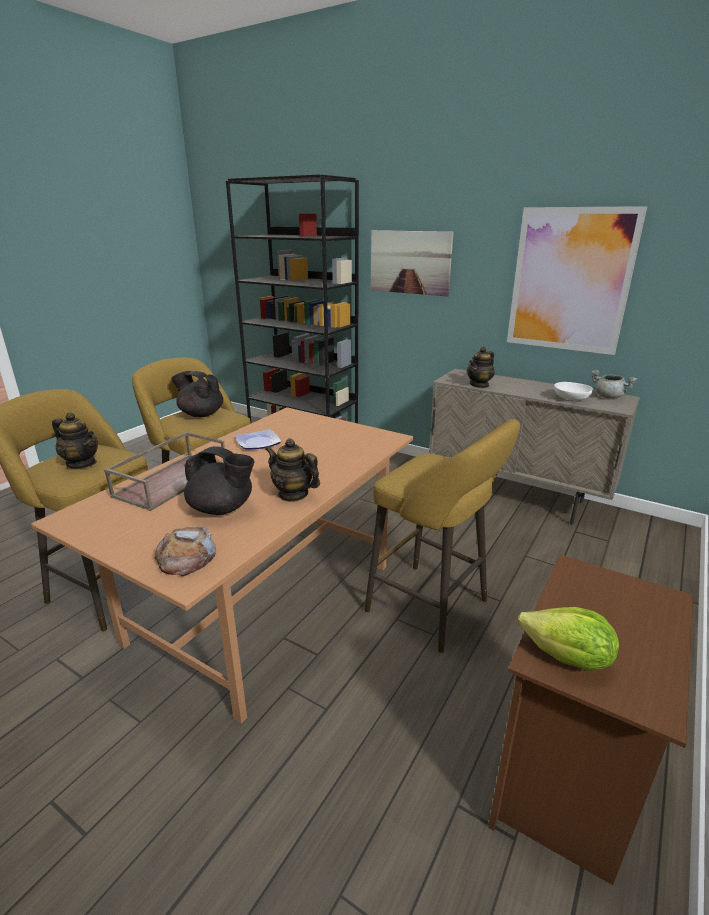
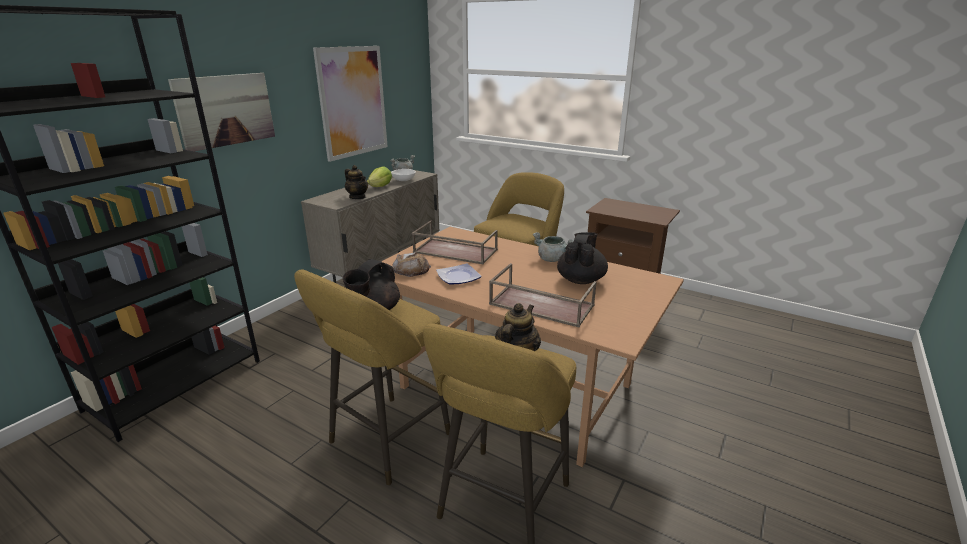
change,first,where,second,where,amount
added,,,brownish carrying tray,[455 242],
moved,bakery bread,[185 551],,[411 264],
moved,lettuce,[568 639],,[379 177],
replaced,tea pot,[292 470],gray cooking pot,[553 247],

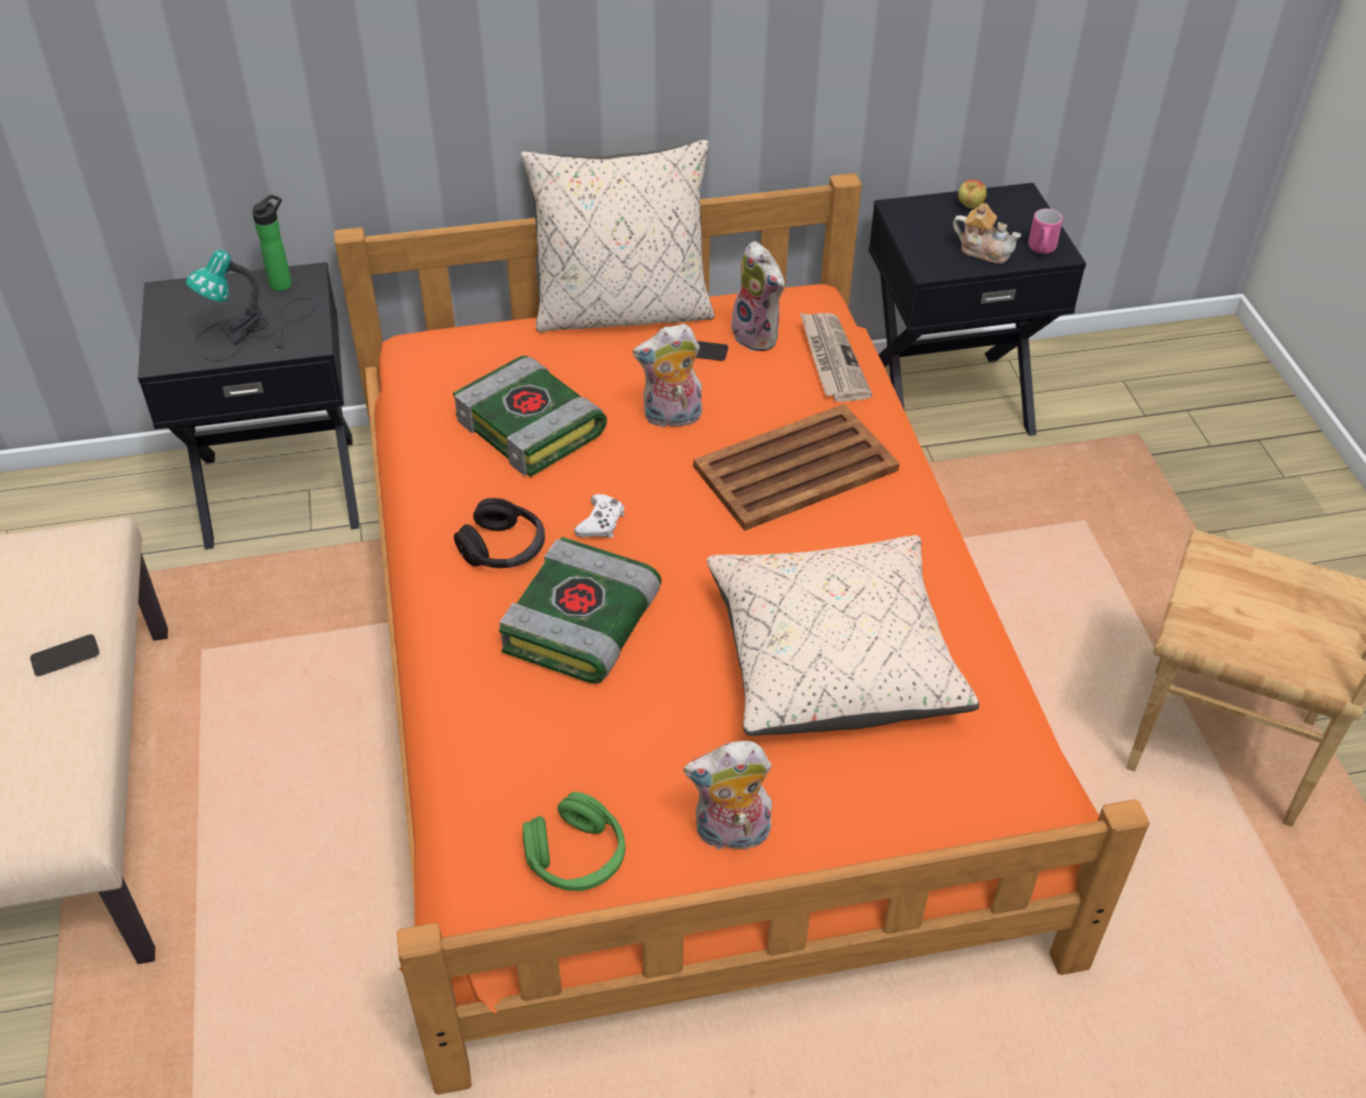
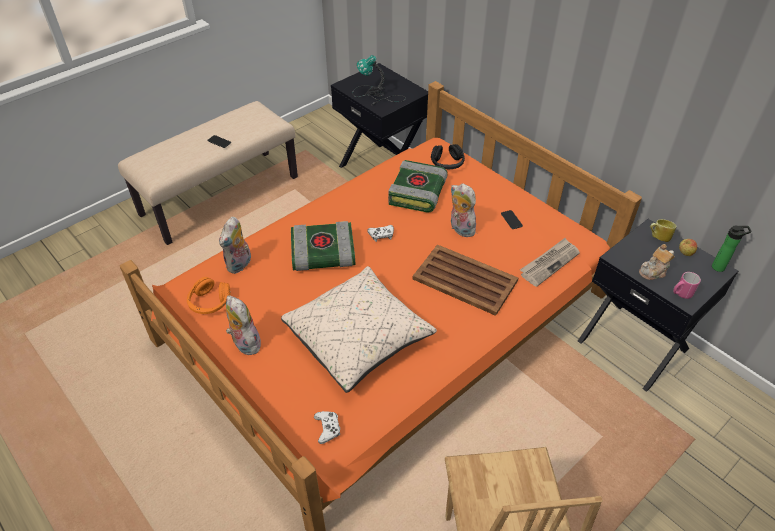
change,first,where,second,where,amount
removed,sand-coloured pillow,[617 236],,,
added,,,white-coloured joypad,[327 427],
added,,,mug,[663 230],
moved,drink bottle,[272 242],,[732 248],
moved,black-coloured headset,[499 533],,[448 156],
moved,plush toy,[758 296],,[235 245],
recoloured,green-coloured headset,[574 841],orange-coloured headset,[209 295],
turned,tea pot,[987 233],,[657 262],60 degrees clockwise

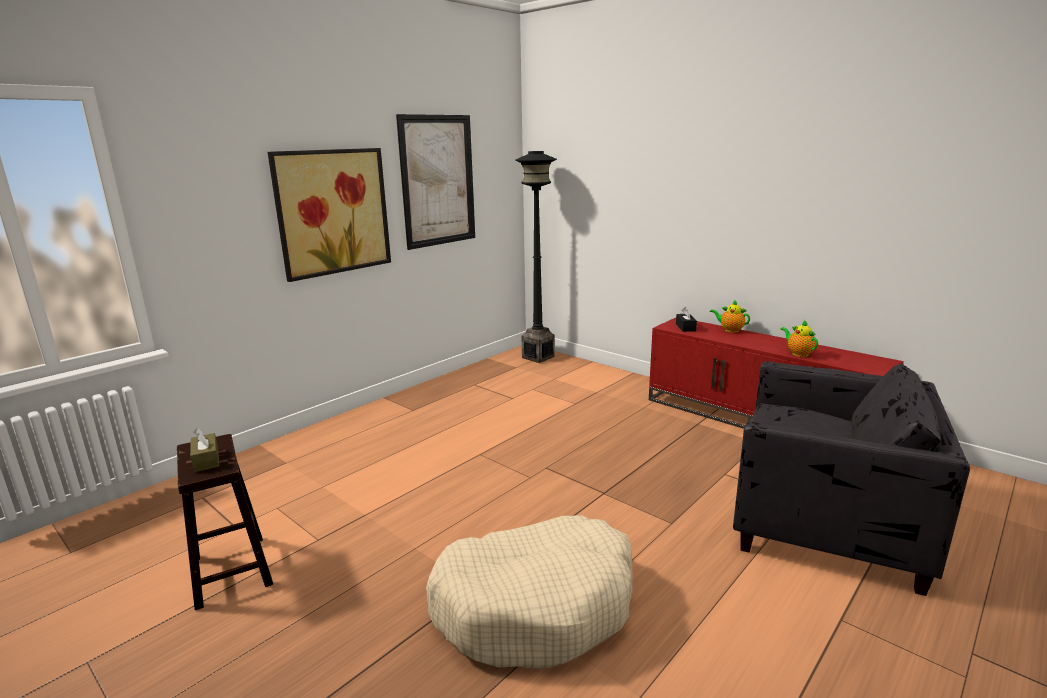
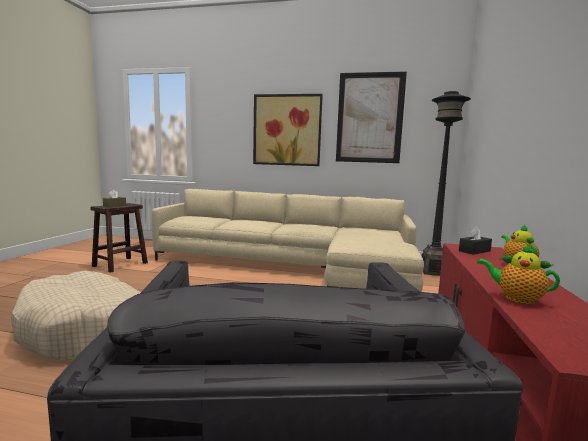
change,first,where,second,where,amount
added,,,sand-coloured couch,[288 240],
turned,tea pot,[799 338],,[518 274],90 degrees counterclockwise

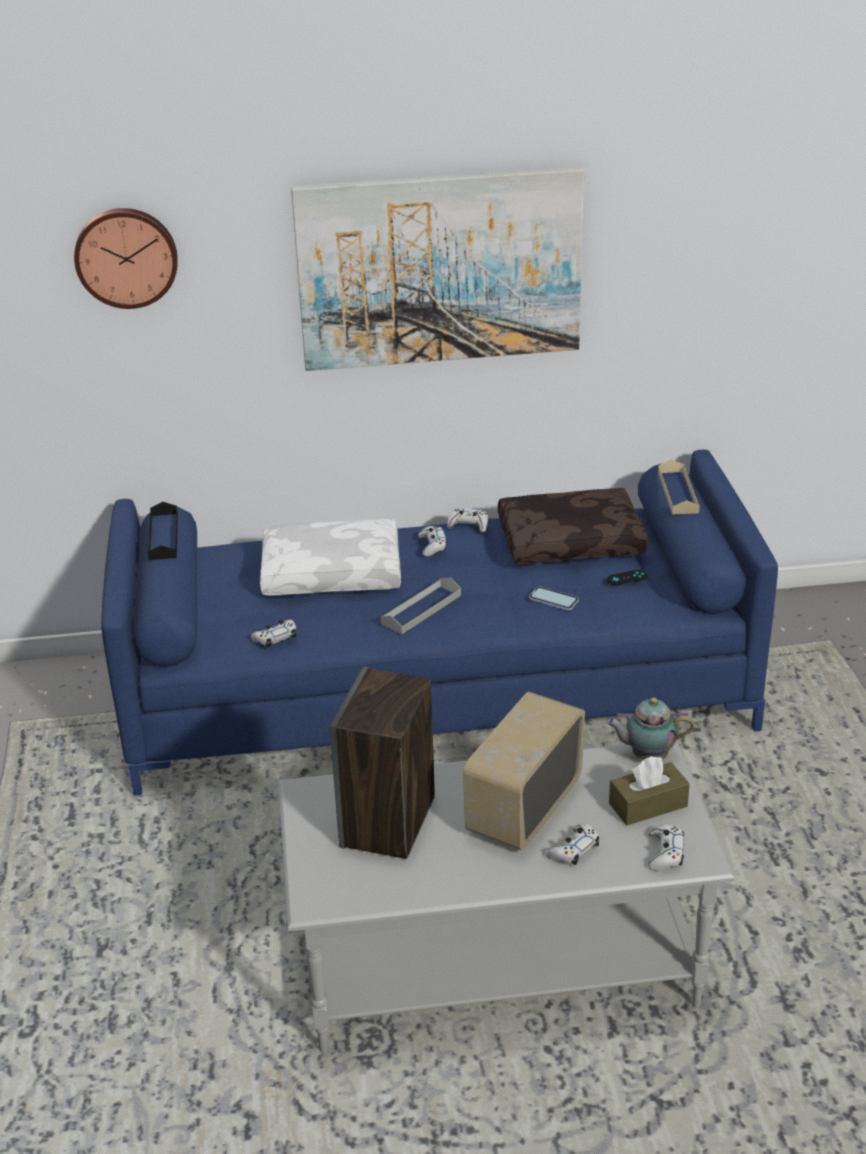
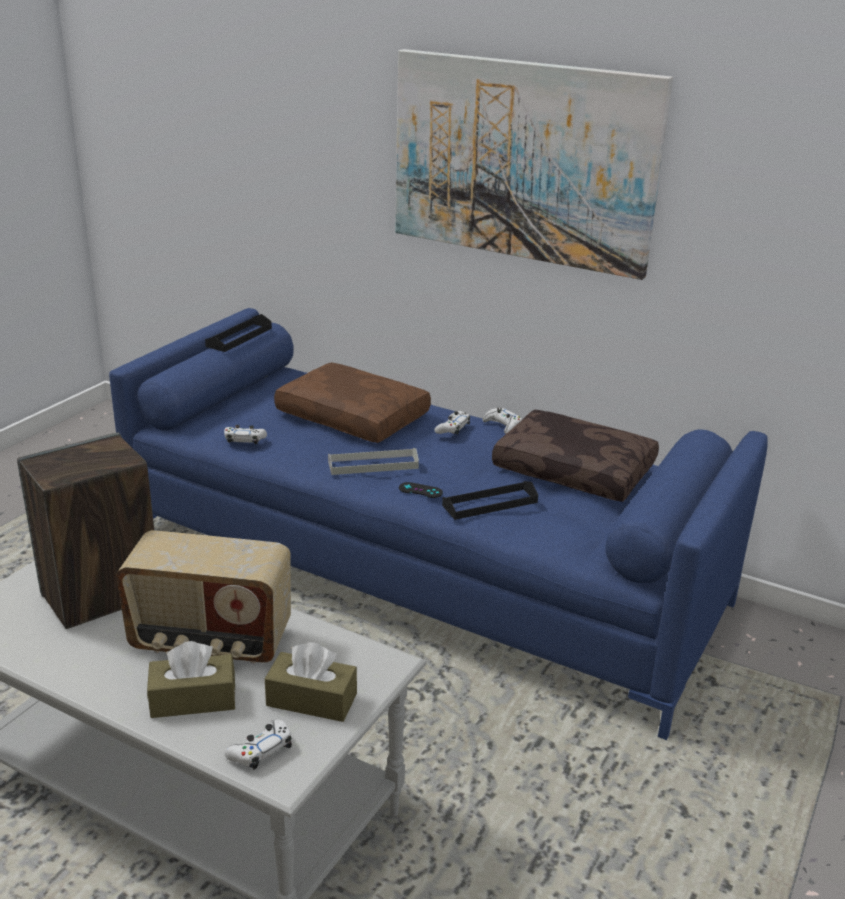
change,first,where,second,where,amount
removed,wall clock,[126 258],,,
removed,tea pot,[650 728],,,
removed,sand-coloured carrying tray,[679 487],,,
moved,black-coloured joypad,[627 578],,[421 490],
replaced,phone,[554 598],black-coloured carrying tray,[490 500],
replaced,white-coloured joypad,[572 844],brownish tissue holder,[191 679],
recoloured,white-coloured pillow,[330 557],brownish pillow,[352 403],
turned,radio receiver,[524 771],,[203 597],150 degrees counterclockwise

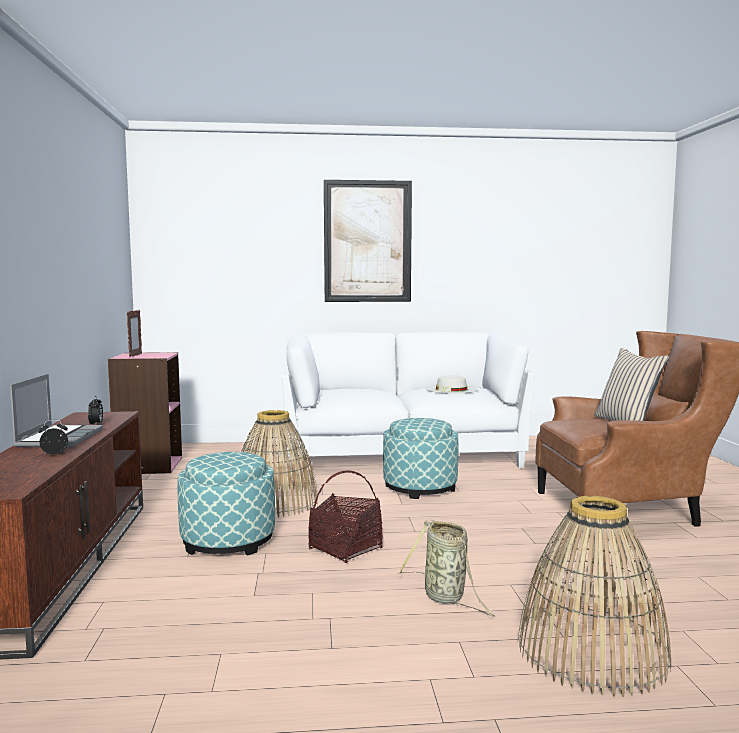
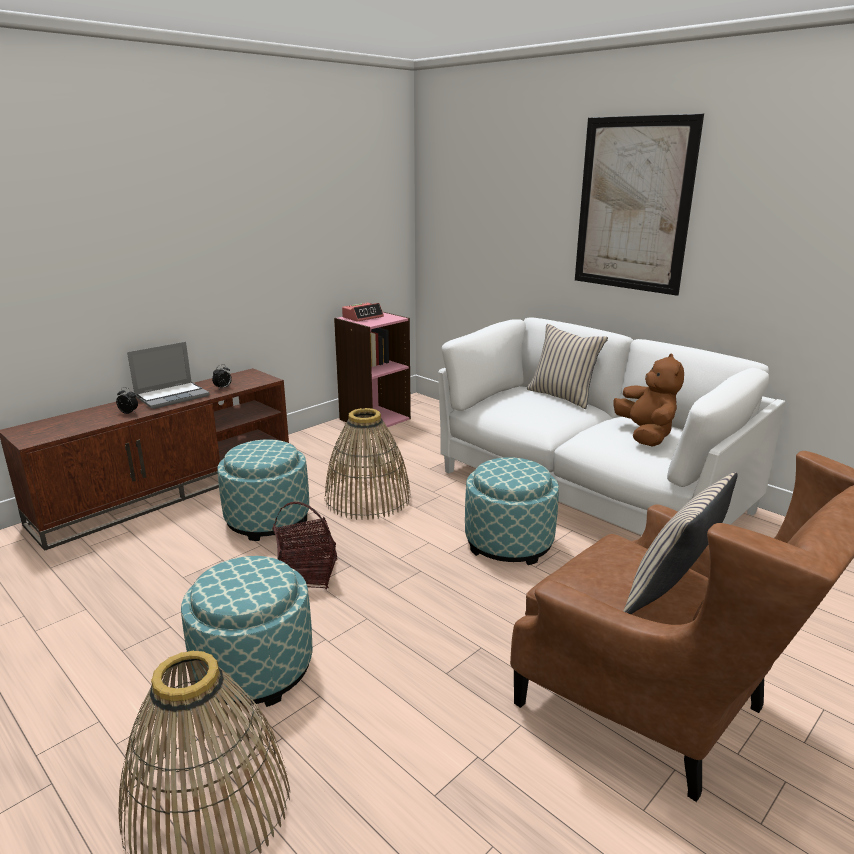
change,first,where,second,where,amount
added,,,sand-coloured pillow,[567 366],
replaced,standing frame,[134 334],table clock,[363 312],
replaced,household basket,[446 567],ottoman,[246 631],
replaced,white-coloured clothing hat,[451 384],brownish plush toy,[648 400],

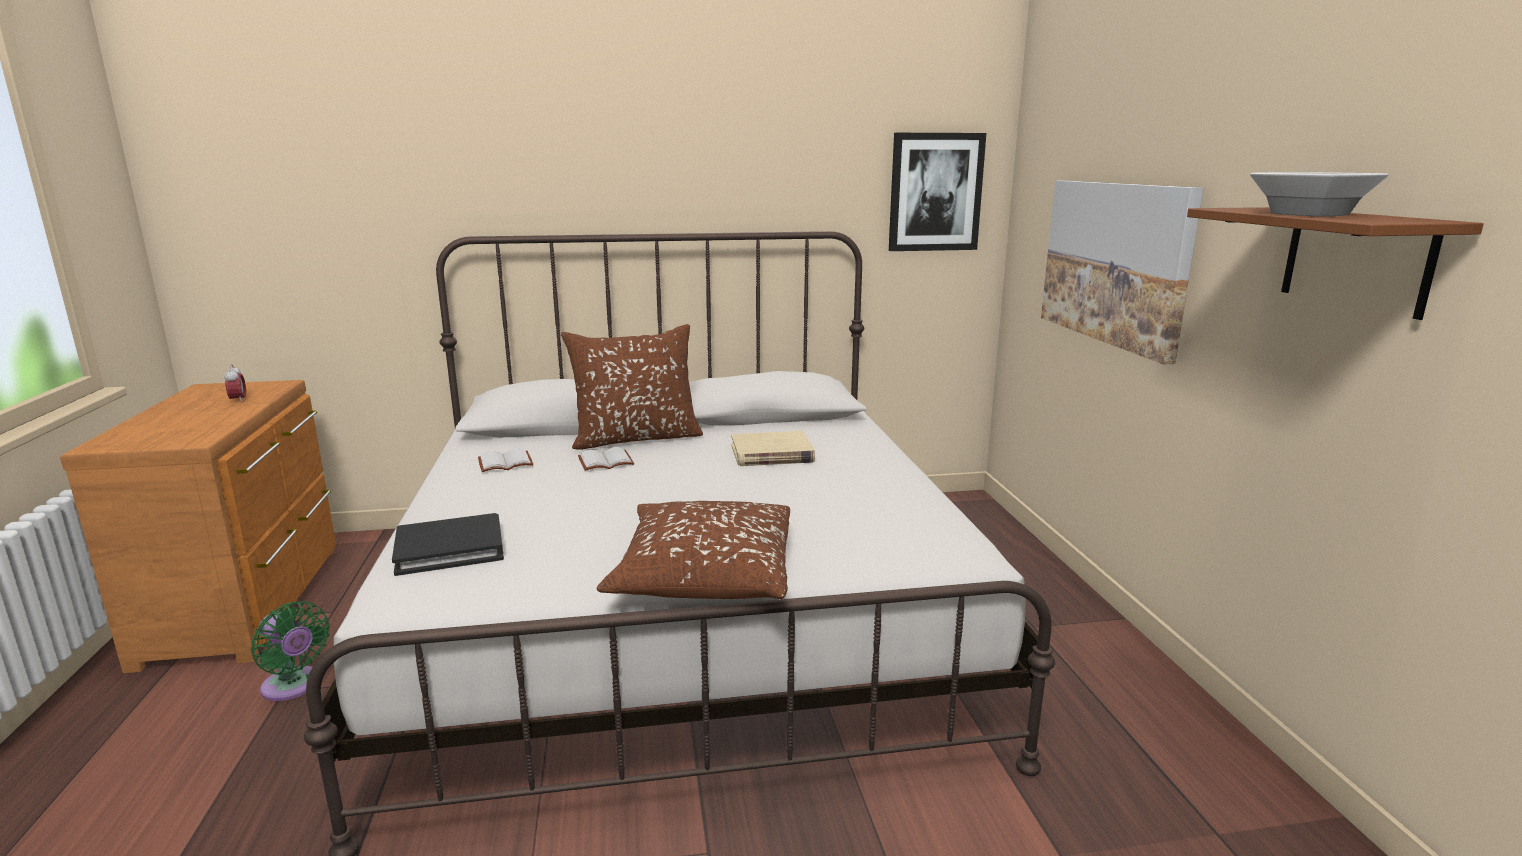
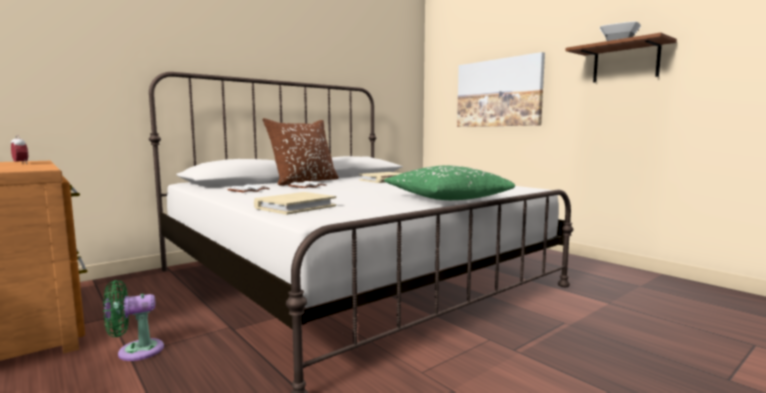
change,first,where,second,where,amount
removed,wall art,[937 192],,,
recoloured,black-coloured volume,[448 544],sand-coloured volume,[295 203],
recoloured,brownish pillow,[693 550],green-coloured pillow,[449 182],
turned,green-coloured electric fan,[290 651],,[133 320],150 degrees clockwise

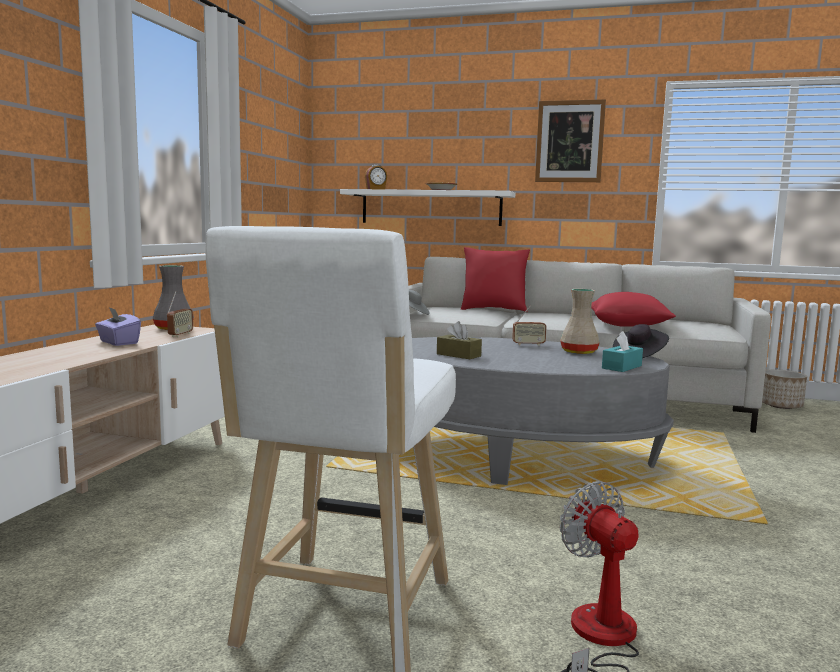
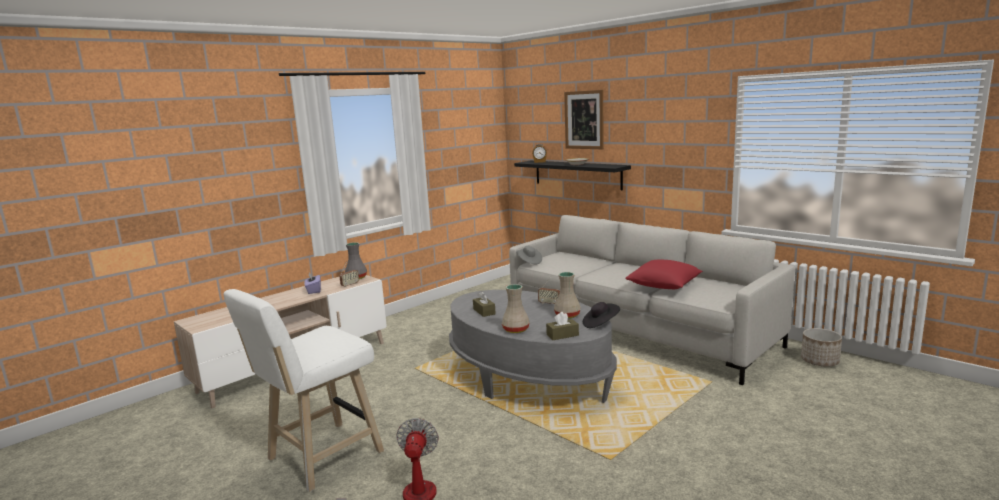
change,first,where,second,where,amount
removed,reddish pillow,[495 279],,,
added,,,sand-coloured vase,[516 308],
moved,wall art,[570 140],,[584 119],
recoloured,white-coloured wall shelf,[427 207],black-coloured wall shelf,[572 175],
recoloured,blue-green tissue holder,[622 351],brownish tissue holder,[562 326],

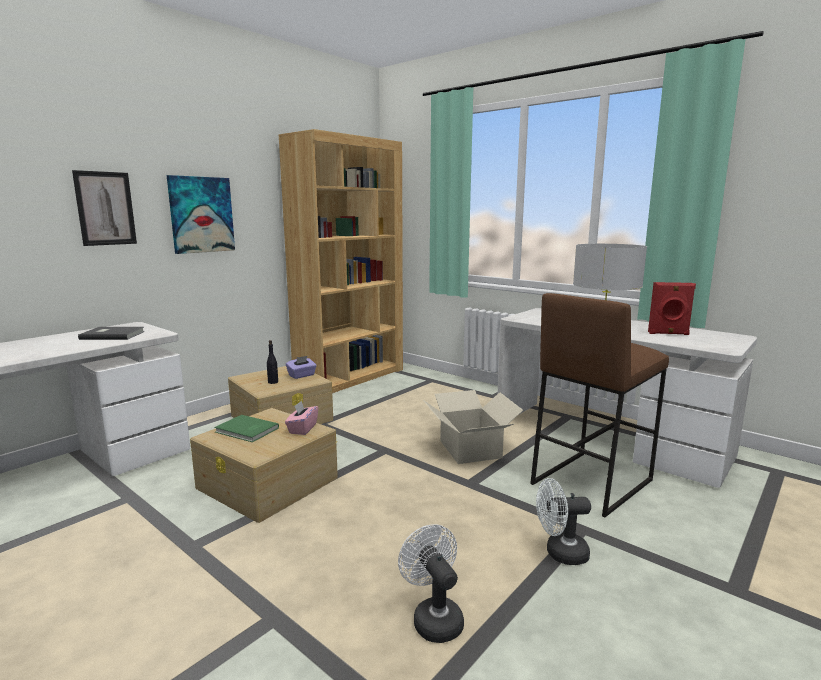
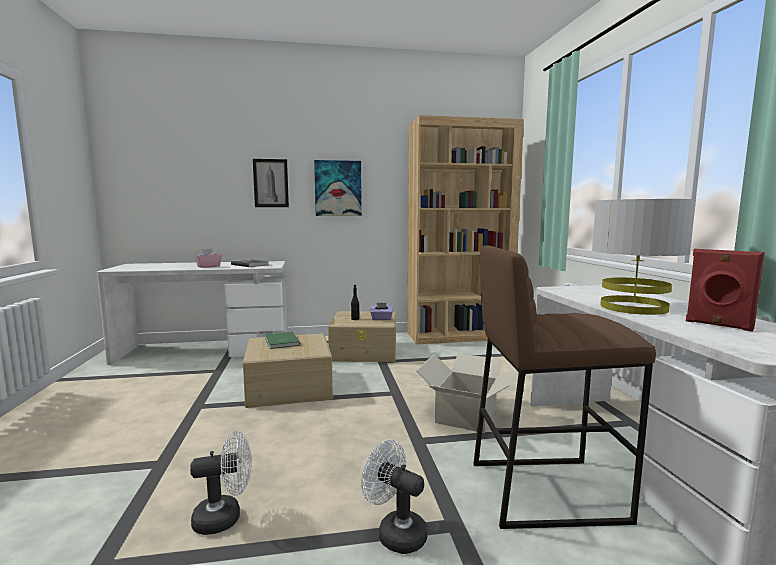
change,first,where,second,where,amount
moved,pink tissue holder,[301 417],,[208 258],
turned,white-coloured electric fan,[431 583],,[221 483],60 degrees clockwise

